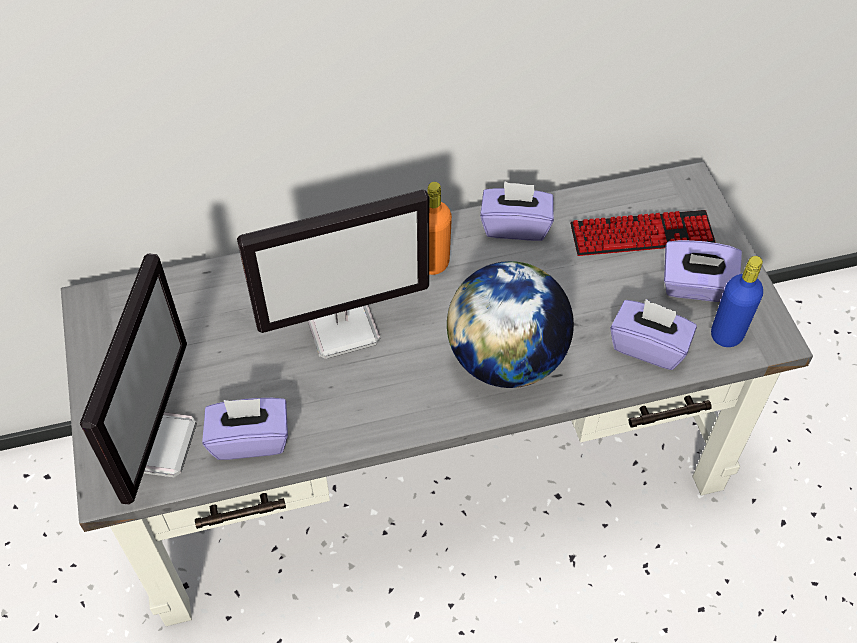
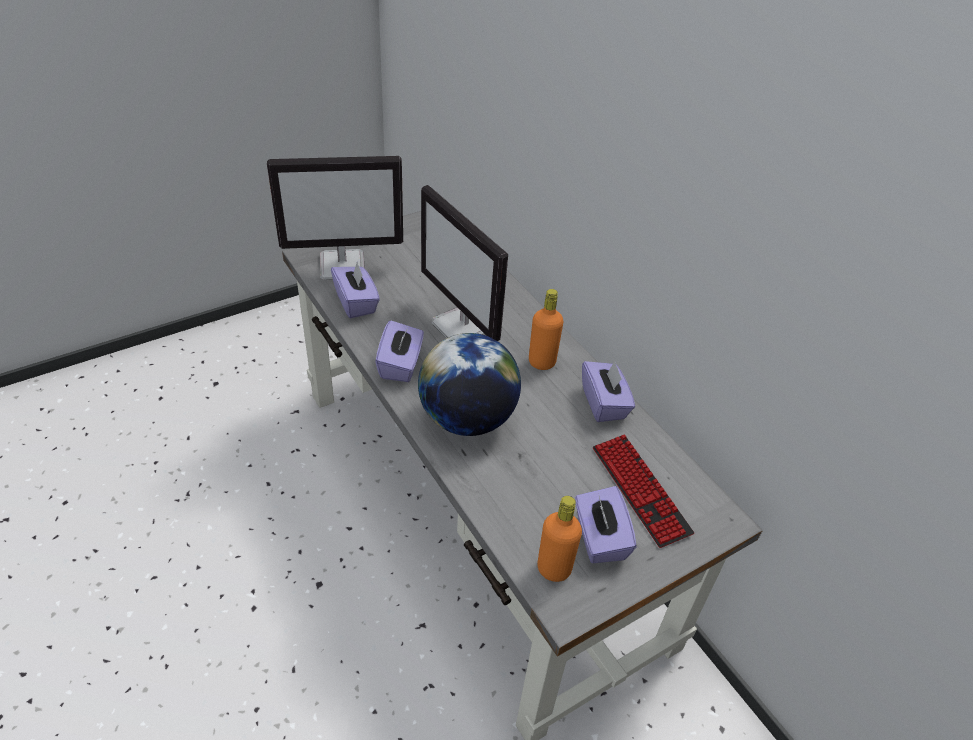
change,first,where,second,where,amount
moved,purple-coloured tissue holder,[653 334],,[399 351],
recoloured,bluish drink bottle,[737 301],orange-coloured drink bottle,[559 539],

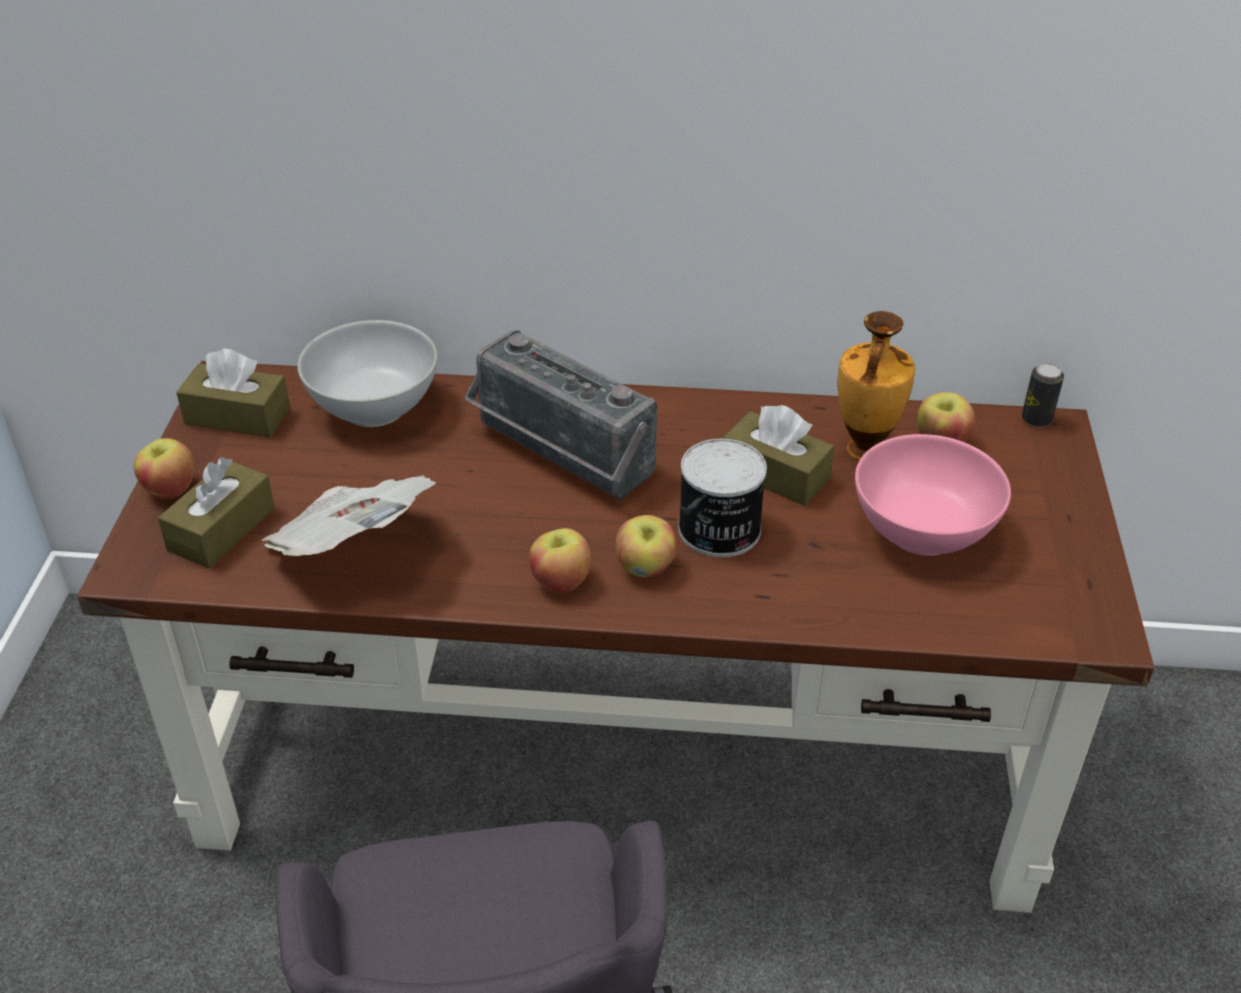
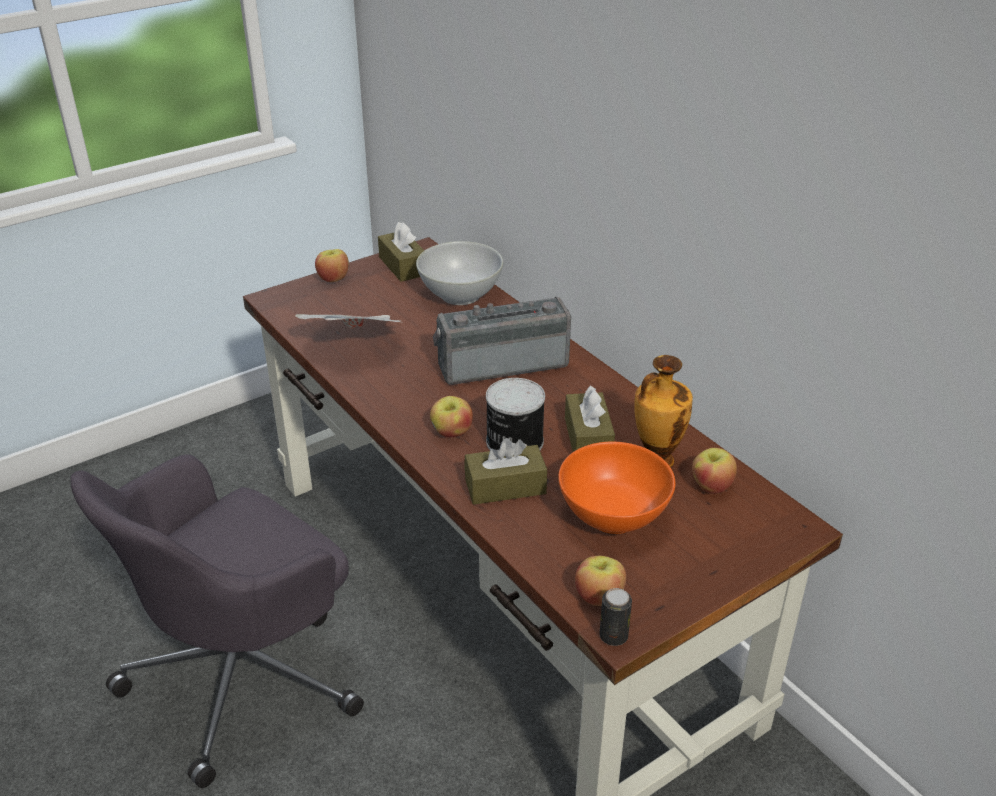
change,first,where,second,where,amount
moved,brownish tissue holder,[216 512],,[506 471],
moved,apple,[560 560],,[600 581],
moved,can,[1043 395],,[615 617],
recoloured,pink serving bowl,[933 495],orange-coloured serving bowl,[617 488],
turned,radio receiver,[560 414],,[502 341],75 degrees clockwise

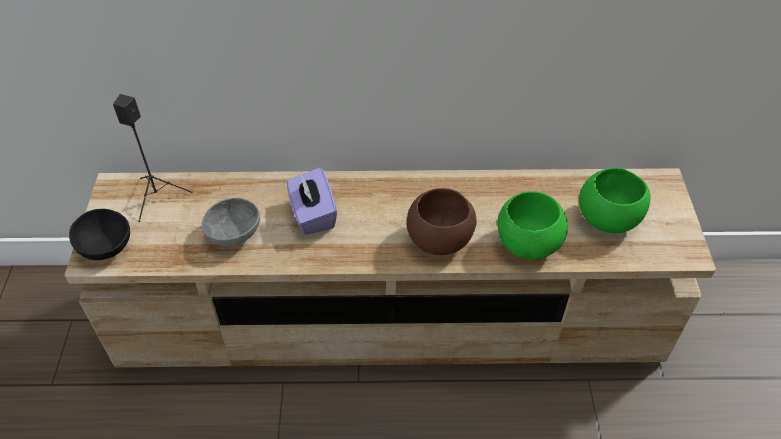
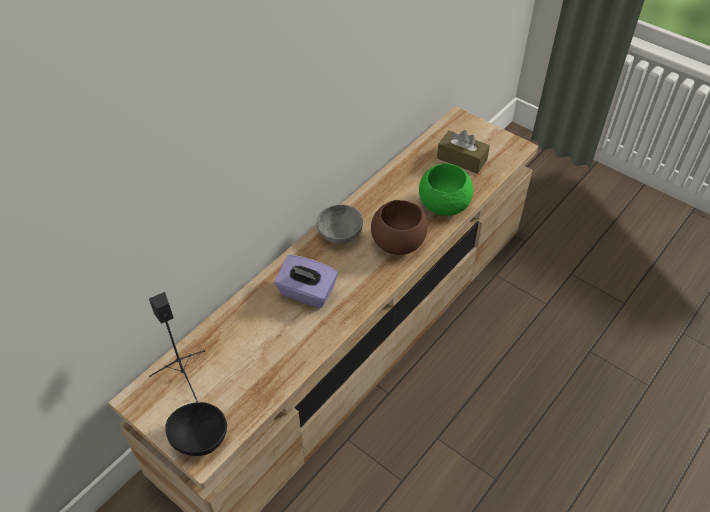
change,first,where,second,where,amount
moved,gray serving bowl,[231 222],,[340 224],
replaced,green-coloured serving bowl,[615 200],brownish tissue holder,[463 152],

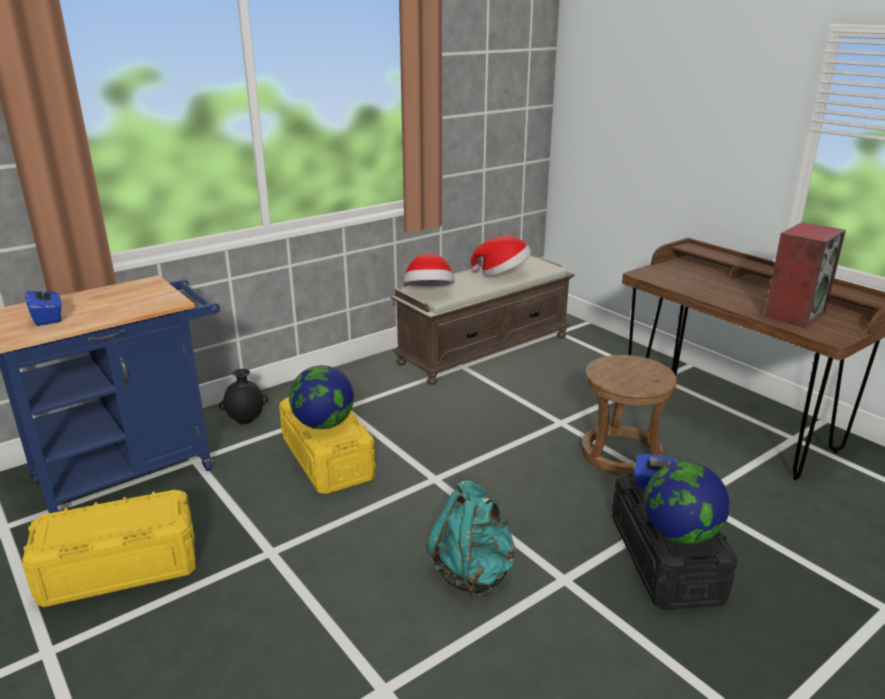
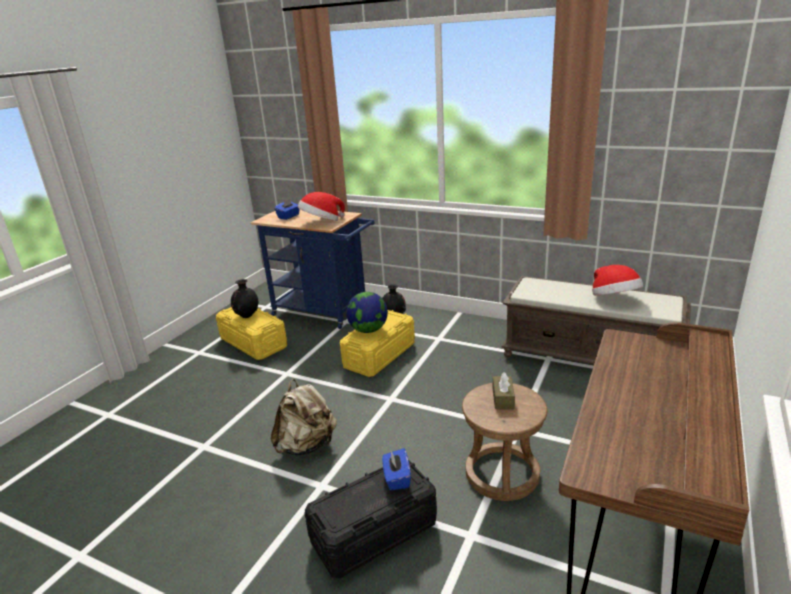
change,first,where,second,where,amount
removed,globe,[687 502],,,
removed,loudspeaker,[805 275],,,
added,,,black-coloured vase,[244 298],
added,,,brownish tissue holder,[504 390],
moved,clothing hat,[429 270],,[321 206],
recoloured,blue-green backpack,[471 538],sand-coloured backpack,[304 417],

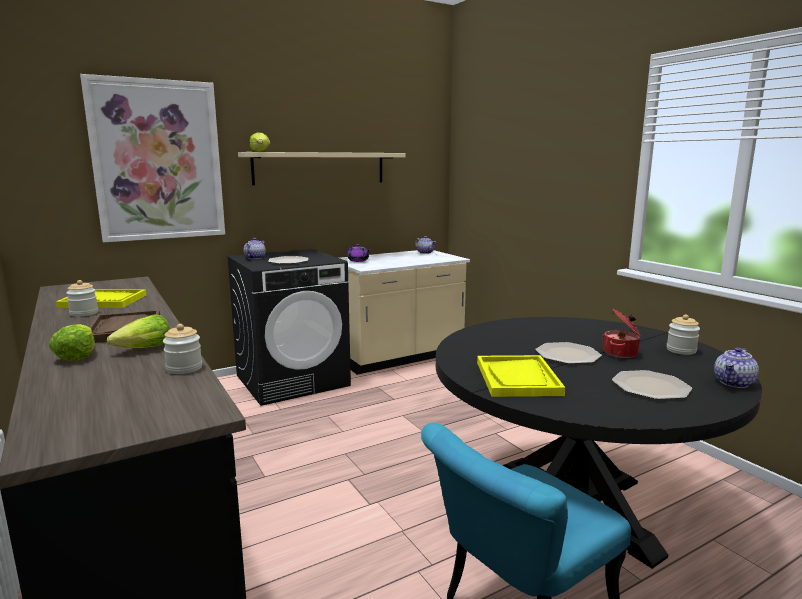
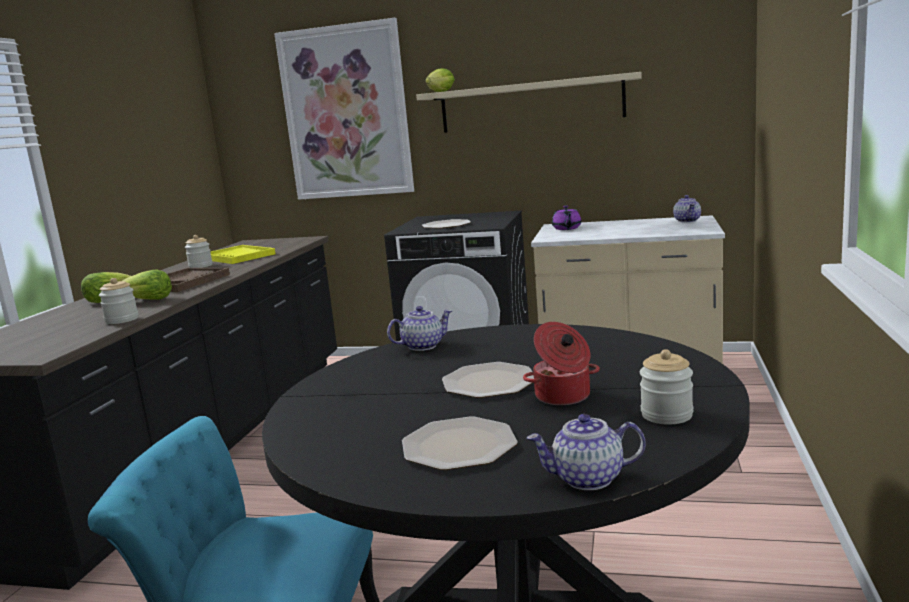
change,first,where,second,where,amount
removed,yellow carrying tray,[521 376],,,
moved,tea pot,[254 248],,[419 328],

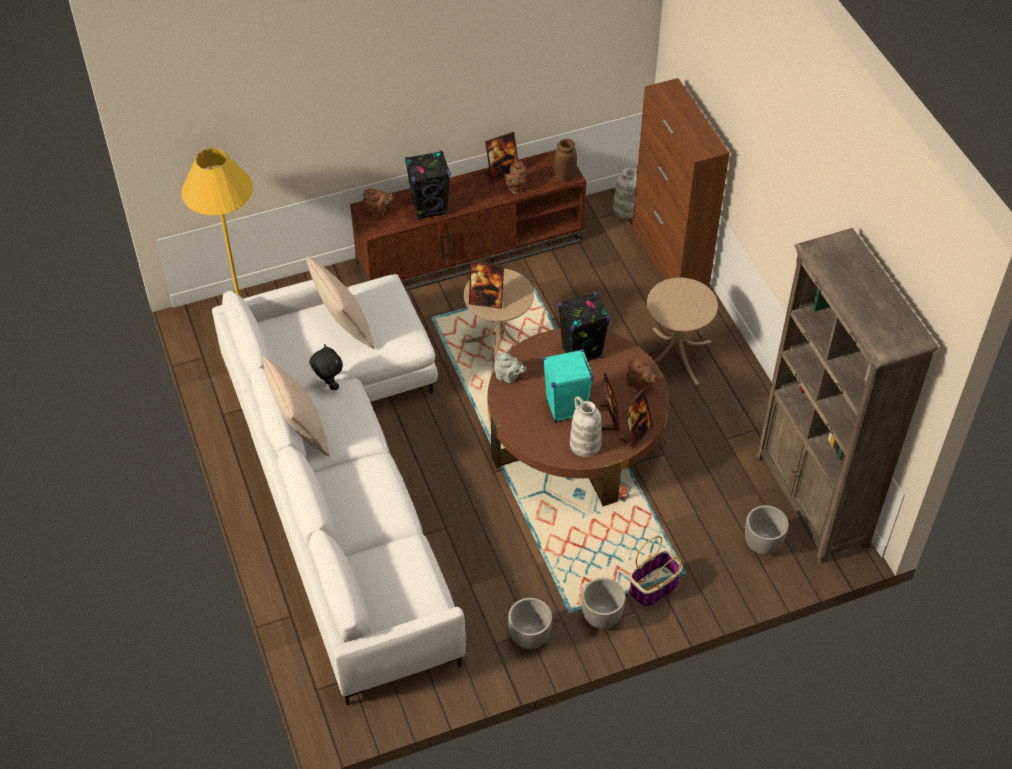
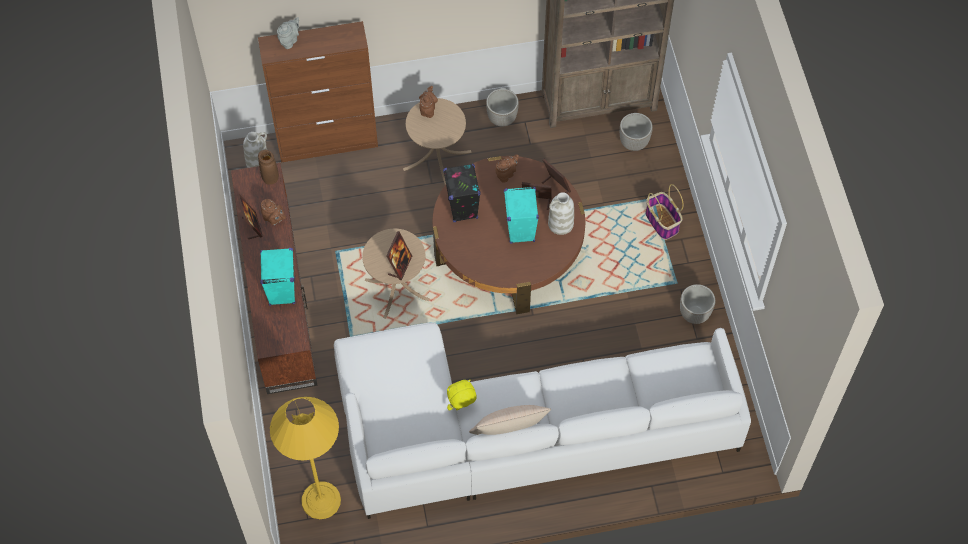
change,first,where,second,where,amount
removed,sand-coloured pillow,[340 302],,,
moved,brownish tea pot,[379 202],,[428 102],
moved,gray tea pot,[510 367],,[288 33],
moved,flower pot,[603 603],,[502 107],
recoloured,black-coloured plush toy,[326 367],yellow plush toy,[462 395],
recoloured,black-coloured loudspeaker,[427 185],blue-green loudspeaker,[277 277],

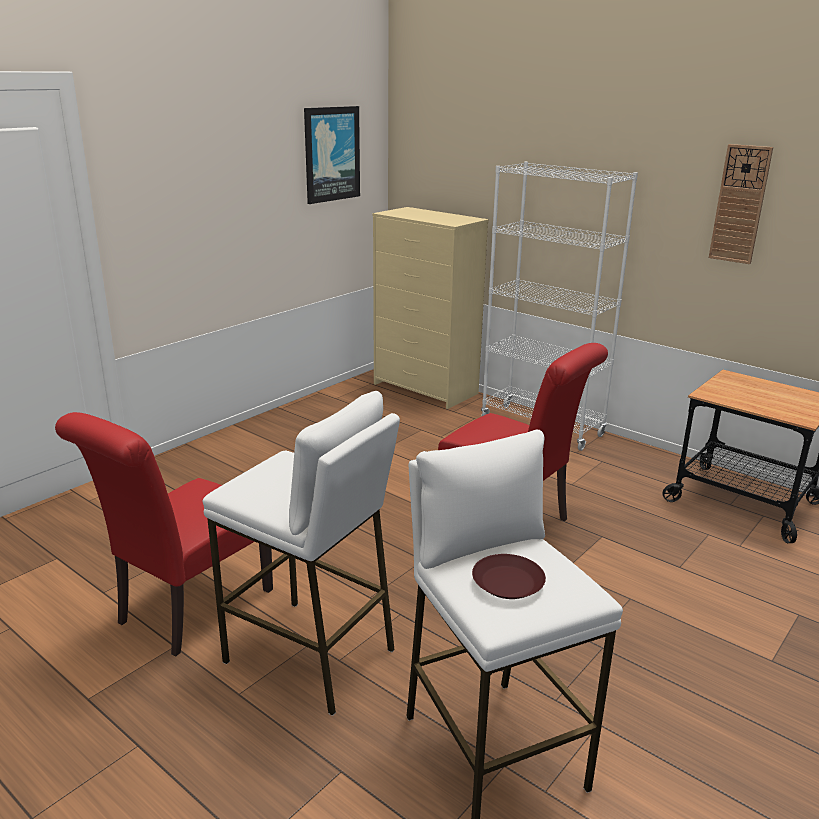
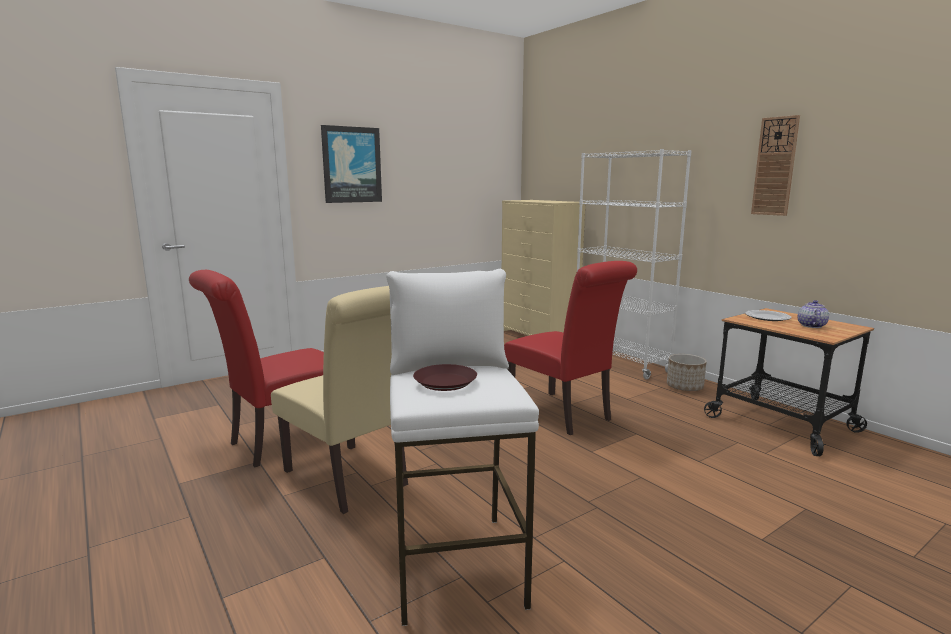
change,first,where,second,where,amount
added,,,flower pot,[687 372],
added,,,dinner plate,[768 315],
added,,,tea pot,[813 314],
moved,wall art,[332 155],,[351 164],
replaced,white-coloured stool,[301 553],sand-coloured upright chair,[339 400],

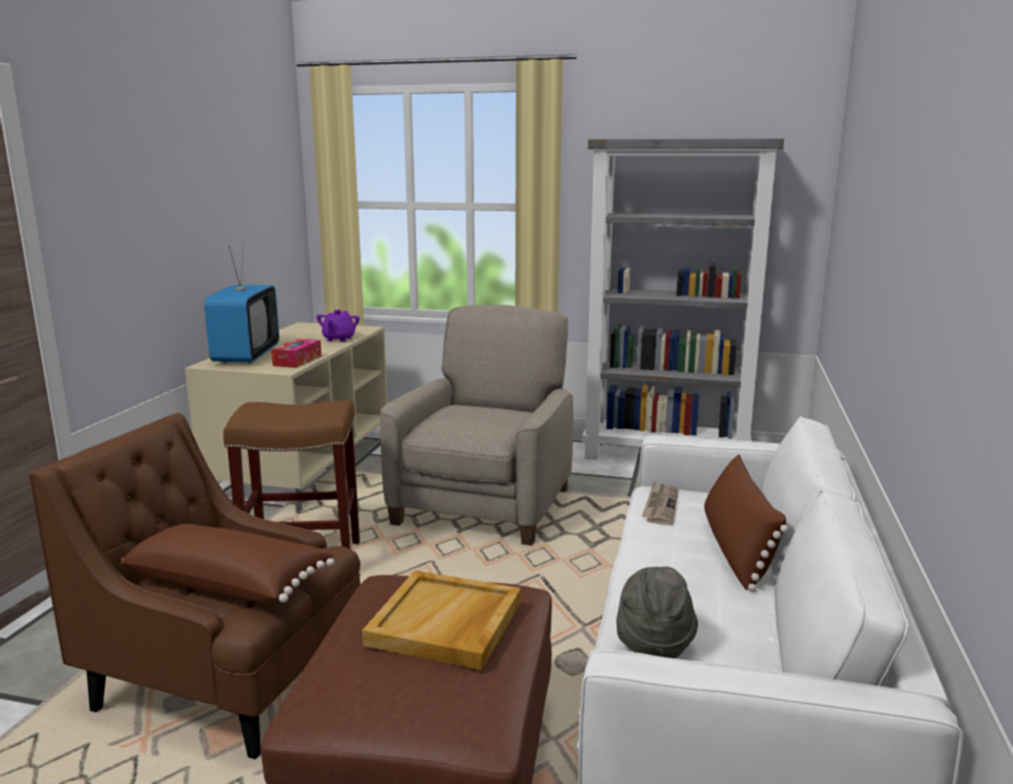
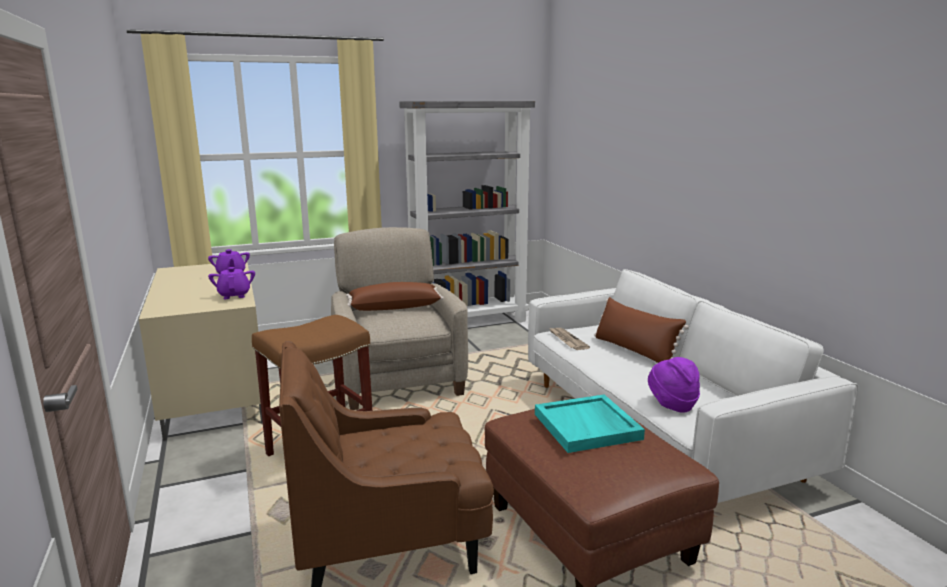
change,first,where,second,where,amount
removed,television,[241 302],,,
moved,brownish pillow,[228 563],,[395 296],
replaced,tissue holder,[296 353],purple-coloured tea pot,[231 283],
recoloured,sand-coloured carrying tray,[441 620],blue-green carrying tray,[590 423],
recoloured,gray clothing hat,[657 612],purple-coloured clothing hat,[674 385],

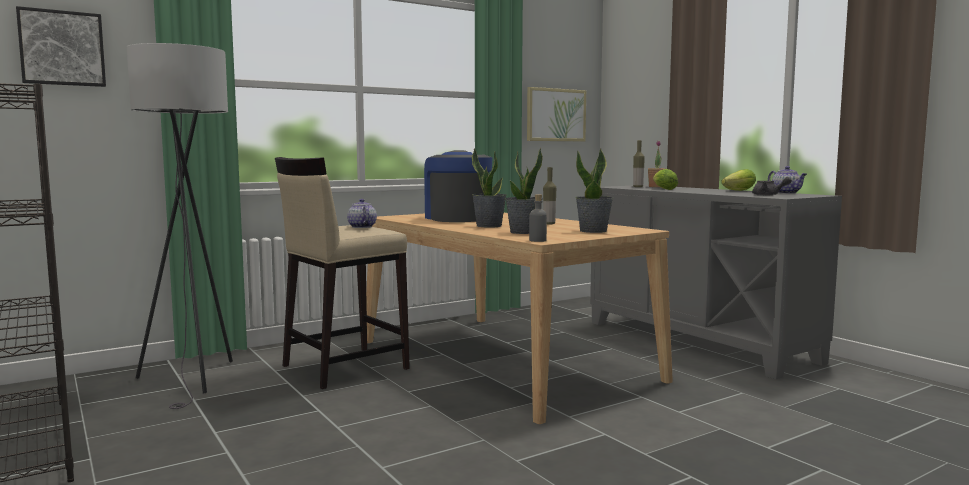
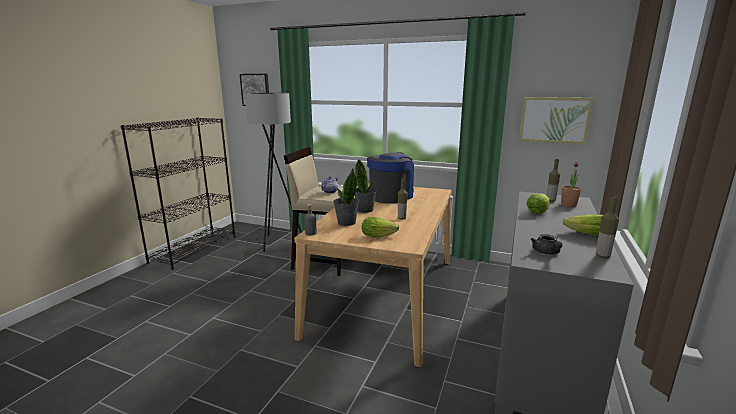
change,first,where,second,where,amount
replaced,potted plant,[594 191],lettuce,[380 227],
replaced,tea pot,[787 180],drink bottle,[607 227],

